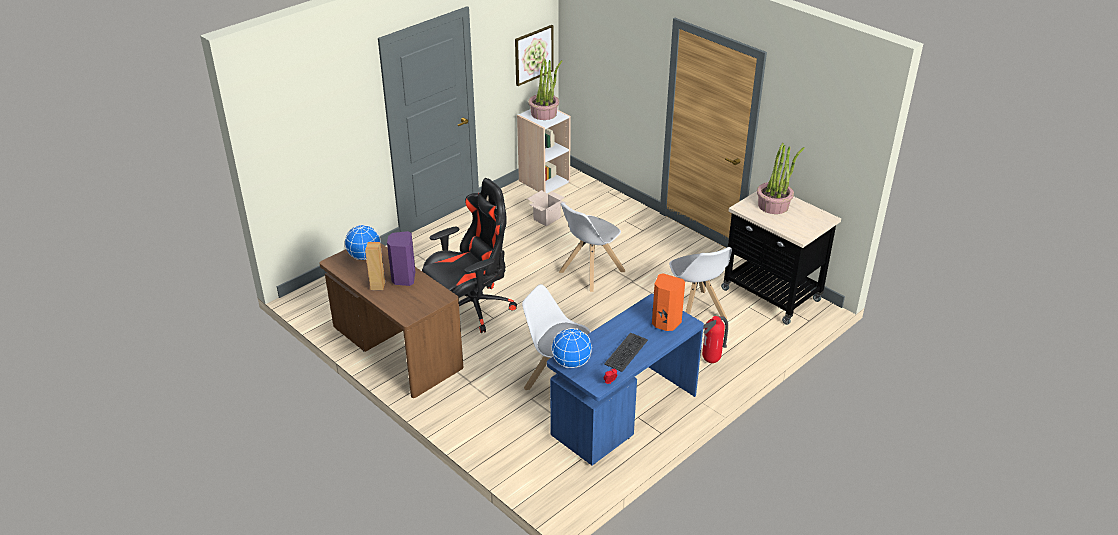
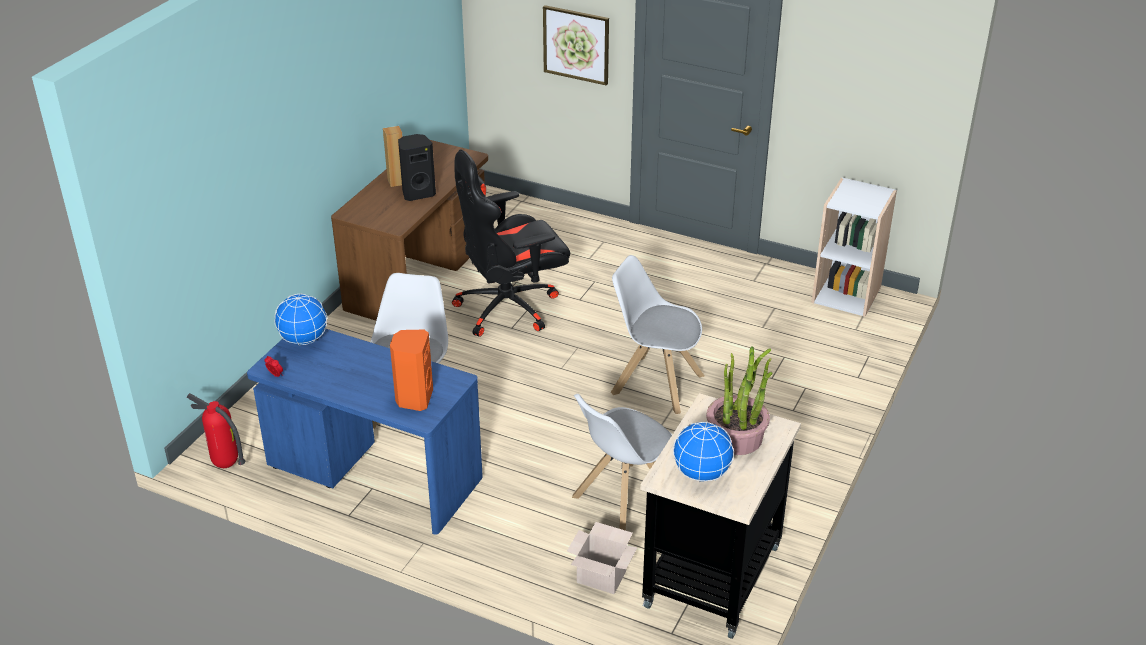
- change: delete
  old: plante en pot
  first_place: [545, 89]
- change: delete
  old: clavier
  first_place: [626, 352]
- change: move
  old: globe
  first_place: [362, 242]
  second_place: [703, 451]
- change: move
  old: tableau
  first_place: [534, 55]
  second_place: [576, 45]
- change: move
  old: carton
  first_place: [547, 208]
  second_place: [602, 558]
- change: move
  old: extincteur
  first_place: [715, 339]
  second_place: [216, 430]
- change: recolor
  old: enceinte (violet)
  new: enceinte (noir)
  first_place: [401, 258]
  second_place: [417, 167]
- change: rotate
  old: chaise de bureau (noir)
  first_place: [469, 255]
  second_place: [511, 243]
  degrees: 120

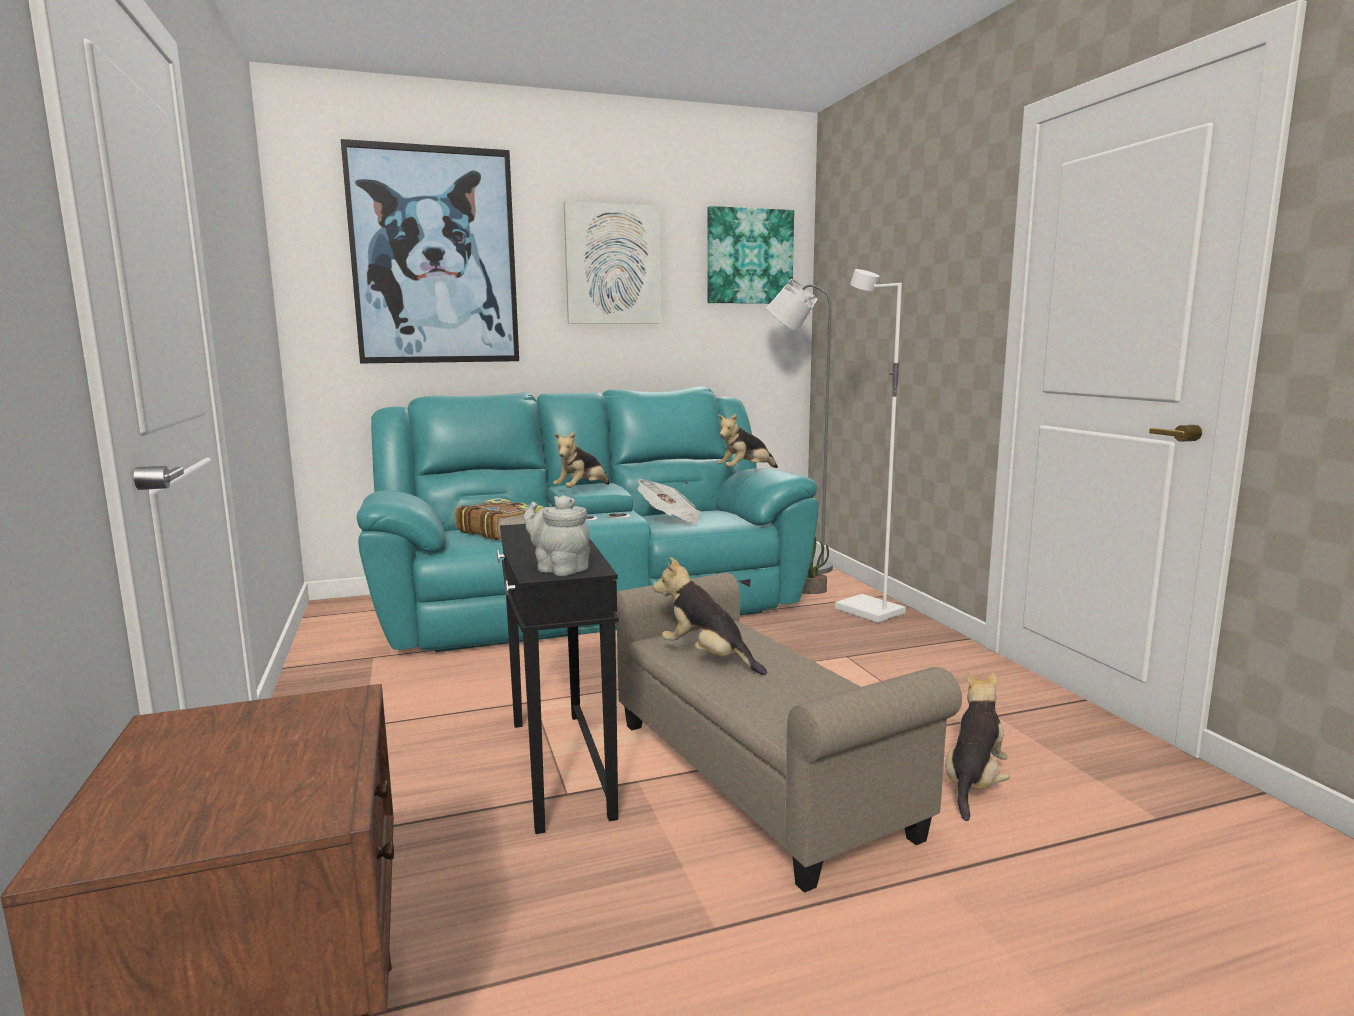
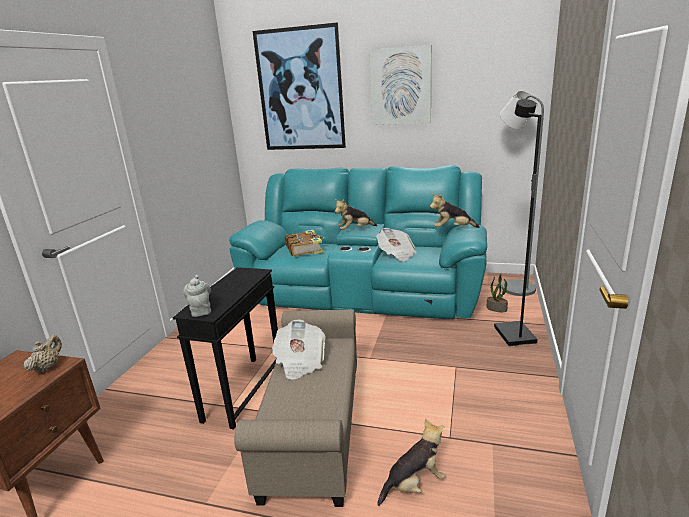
- change: delete
  old: tableau
  first_place: [750, 255]
- change: insert
  new: théière (beige)
  second_place: [43, 354]
- change: replace
  old: peluche
  new: journal
  first_place: [710, 616]
  second_place: [298, 350]
- change: recolor
  old: lampadaire (blanc)
  new: lampadaire (noir)
  first_place: [870, 446]
  second_place: [517, 222]

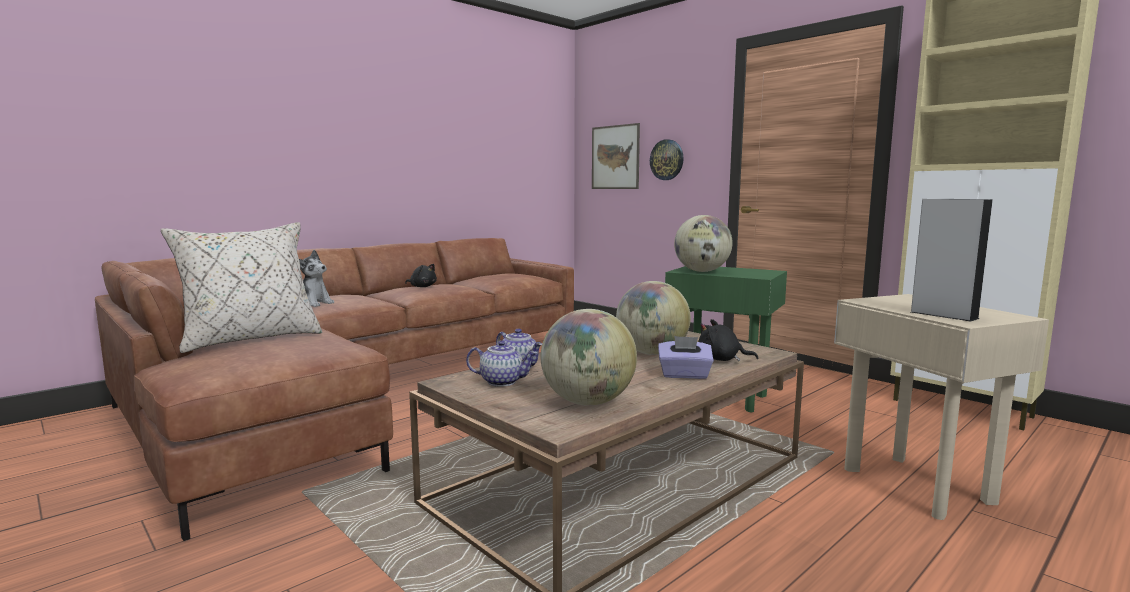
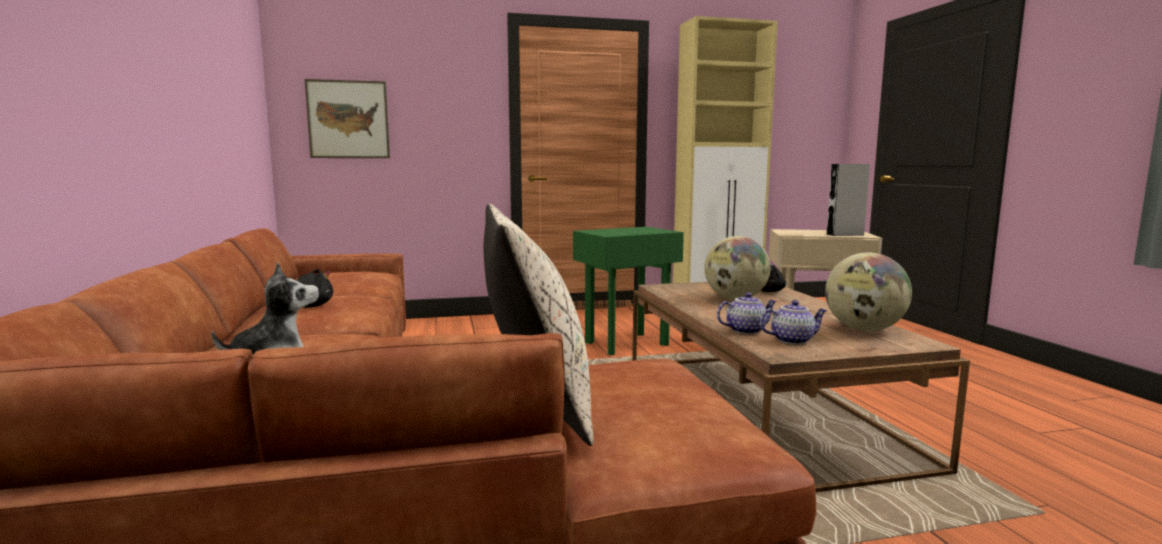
- change: delete
  old: horloge murale
  first_place: [666, 159]
- change: delete
  old: boîte à mouchoirs (violet)
  first_place: [686, 357]
- change: delete
  old: globe
  first_place: [703, 243]
- change: rotate
  old: théière
  first_place: [501, 363]
  second_place: [794, 322]
  degrees: 45

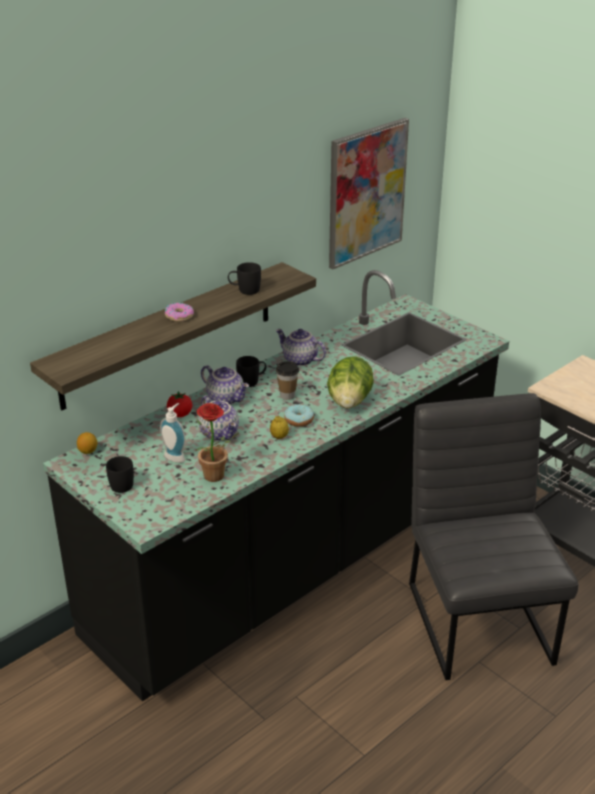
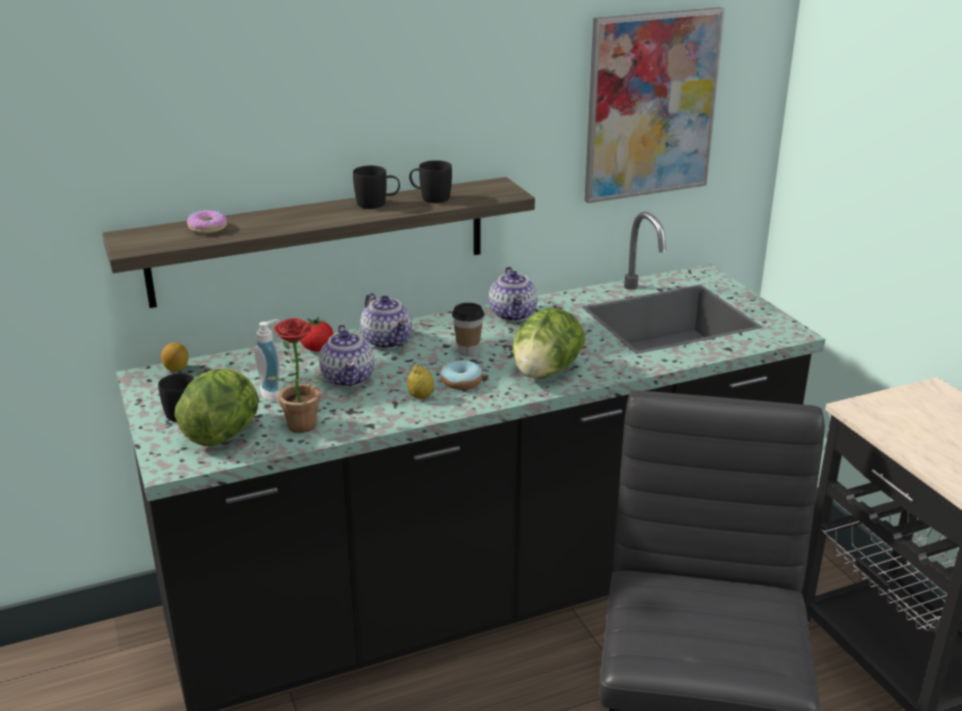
- change: insert
  new: laitue
  second_place: [217, 407]
- change: move
  old: beignet
  first_place: [179, 312]
  second_place: [207, 222]
- change: move
  old: mug (noir)
  first_place: [251, 371]
  second_place: [376, 187]
- change: rotate
  old: théière
  first_place: [301, 347]
  second_place: [513, 294]
  degrees: -150

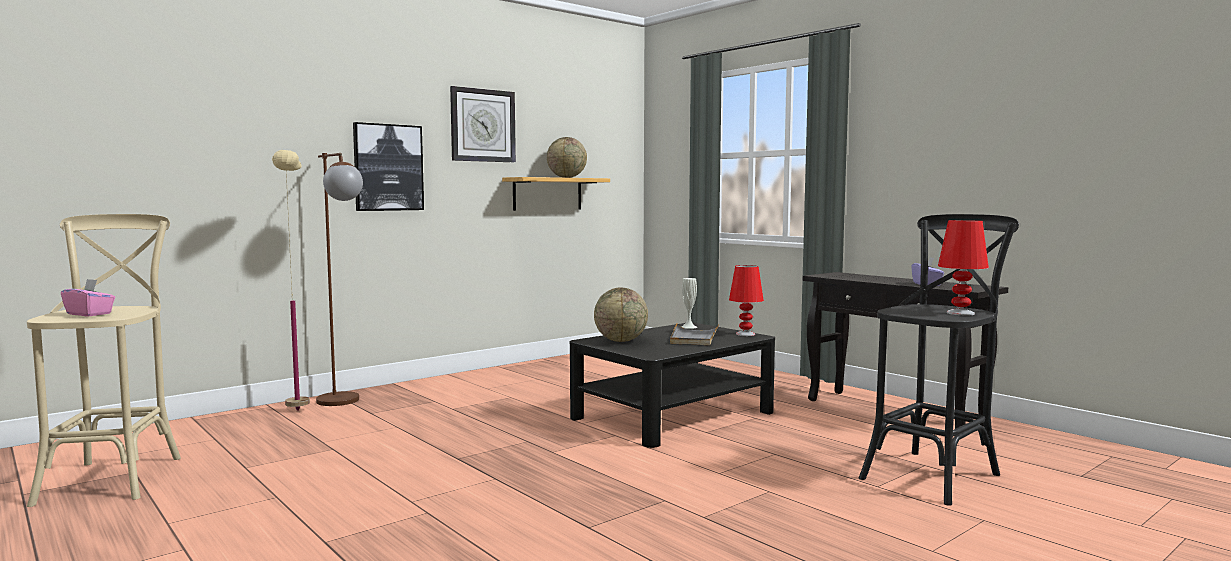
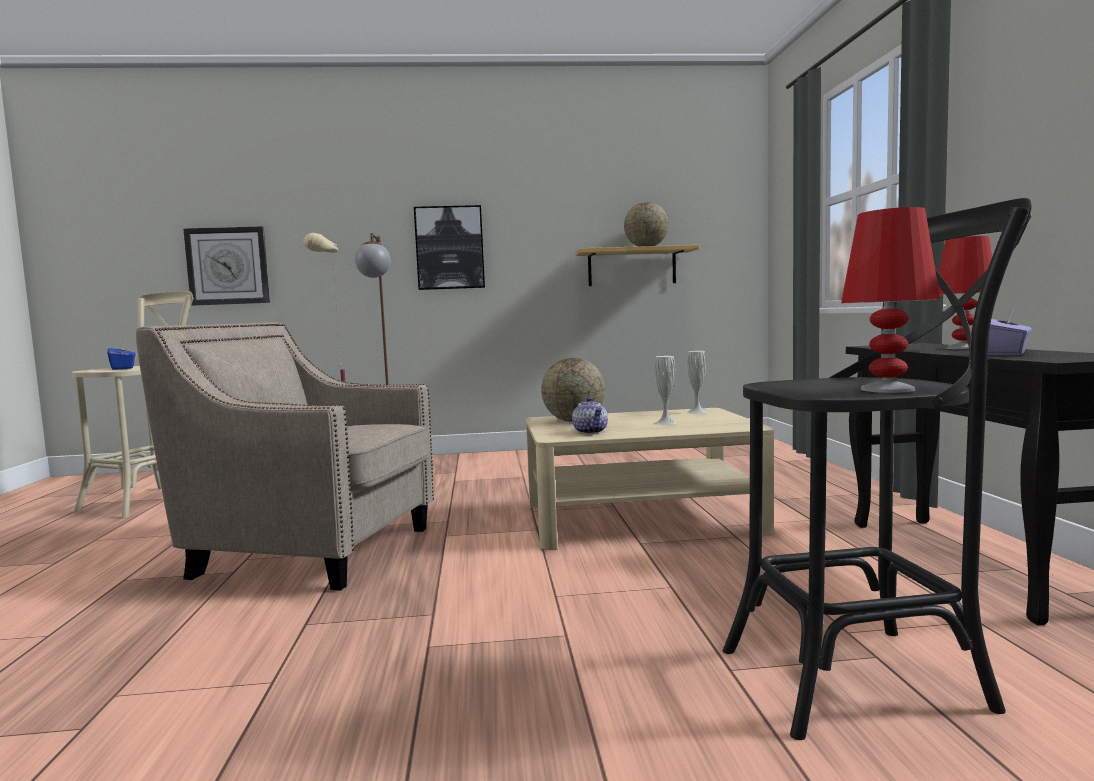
- change: insert
  new: fauteuil (beige)
  second_place: [285, 456]
- change: insert
  new: théière
  second_place: [590, 415]
- change: move
  old: horloge murale
  first_place: [483, 124]
  second_place: [226, 266]
- change: move
  old: lampe de table (rouge)
  first_place: [746, 300]
  second_place: [965, 292]
- change: replace
  old: plateau (gris)
  new: vase (blanc)
  first_place: [694, 334]
  second_place: [666, 390]
- change: recolor
  old: boîte à mouchoirs (rose)
  new: boîte à mouchoirs (bleu)
  first_place: [88, 297]
  second_place: [121, 355]
- change: recolor
  old: table basse (noir)
  new: table basse (beige)
  first_place: [672, 385]
  second_place: [650, 479]

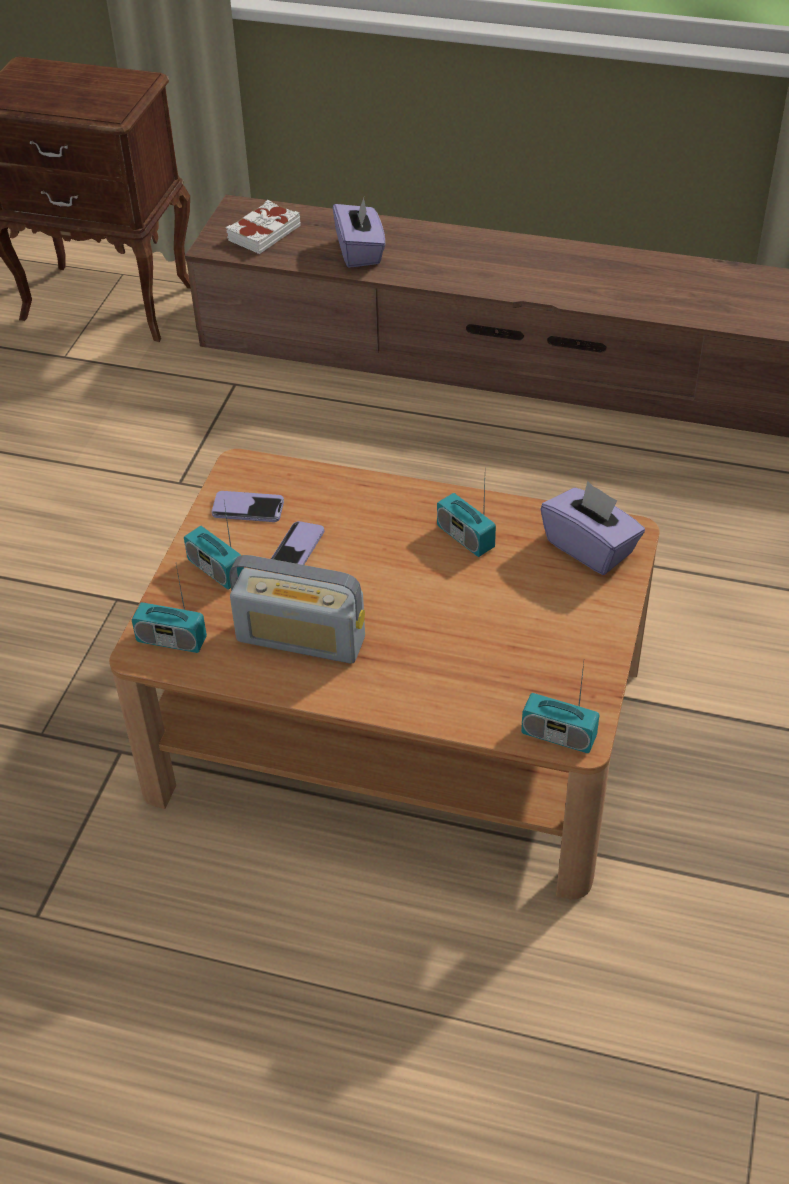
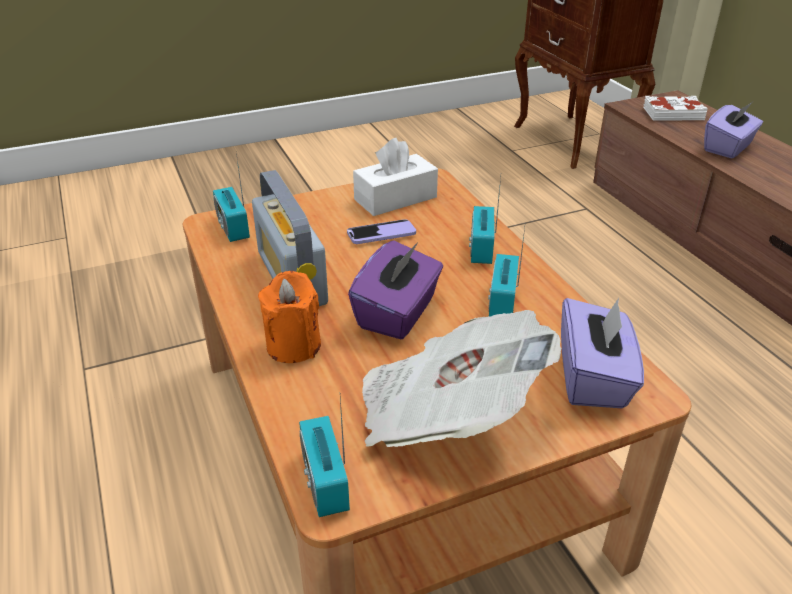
- change: insert
  new: bougie (orange)
  second_place: [289, 317]
- change: insert
  new: boîte à mouchoirs (violet)
  second_place: [395, 289]
- change: insert
  new: journal
  second_place: [461, 378]
- change: move
  old: radio
  first_place: [214, 546]
  second_place: [485, 220]
- change: replace
  old: téléphone
  new: boîte à mouchoirs (blanc)
  first_place: [248, 506]
  second_place: [395, 177]

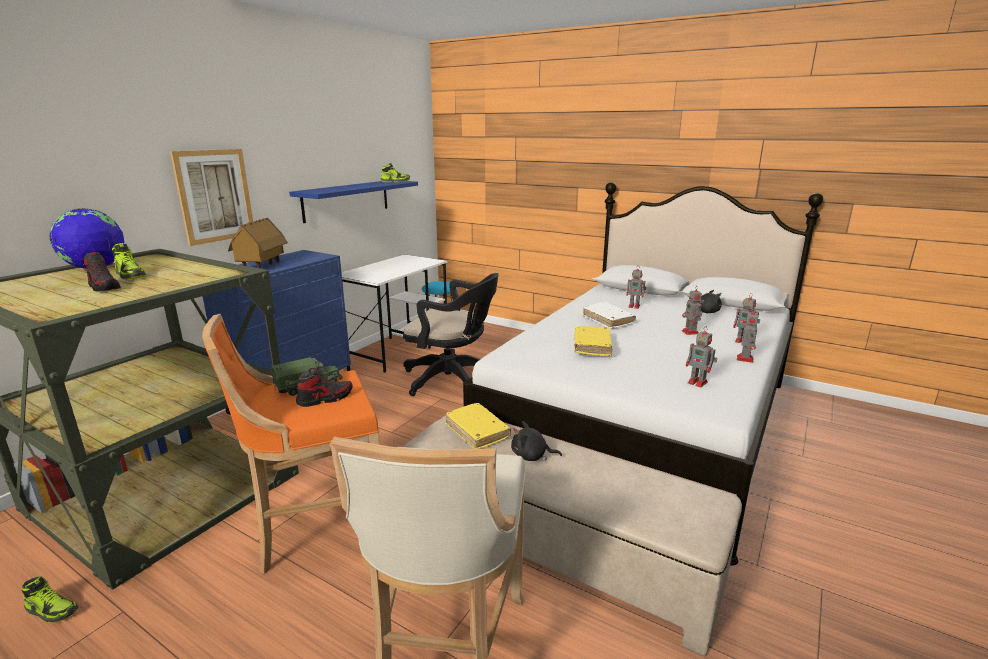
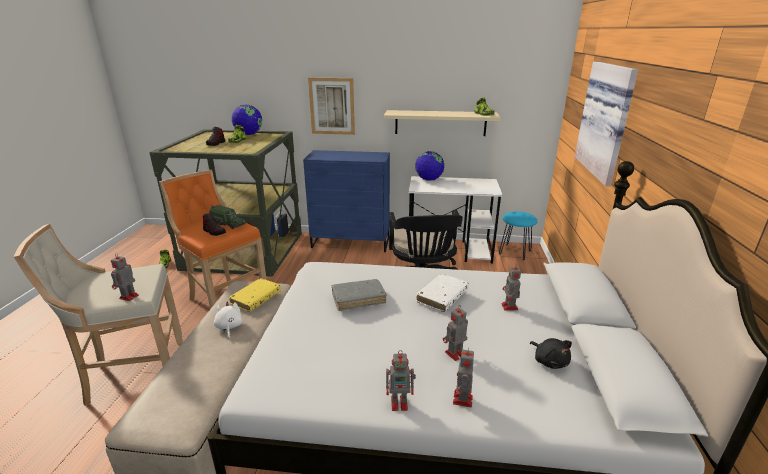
- change: delete
  old: maison miniature
  first_place: [257, 243]
- change: insert
  new: globe
  second_place: [429, 166]
- change: insert
  new: tableau
  second_place: [606, 123]
- change: move
  old: robot jouet
  first_place: [701, 356]
  second_place: [125, 277]
- change: recolor
  old: étagère (bleu)
  new: étagère (beige)
  first_place: [353, 202]
  second_place: [442, 123]
- change: recolor
  old: peluche (noir)
  new: peluche (blanc)
  first_place: [536, 441]
  second_place: [228, 320]
- change: recolor
  old: livre (jaune)
  new: livre (gris)
  first_place: [593, 341]
  second_place: [359, 295]

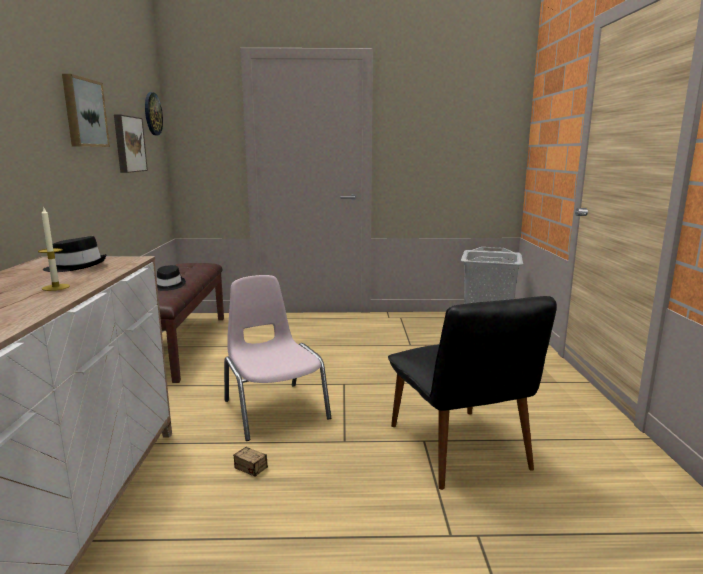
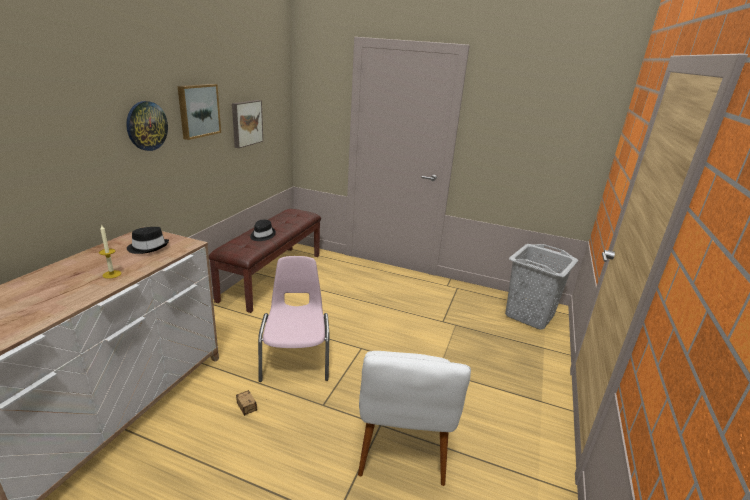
- change: move
  old: horloge murale
  first_place: [154, 113]
  second_place: [147, 126]
- change: recolor
  old: chaise (noir)
  new: chaise (blanc)
  first_place: [472, 393]
  second_place: [414, 418]

